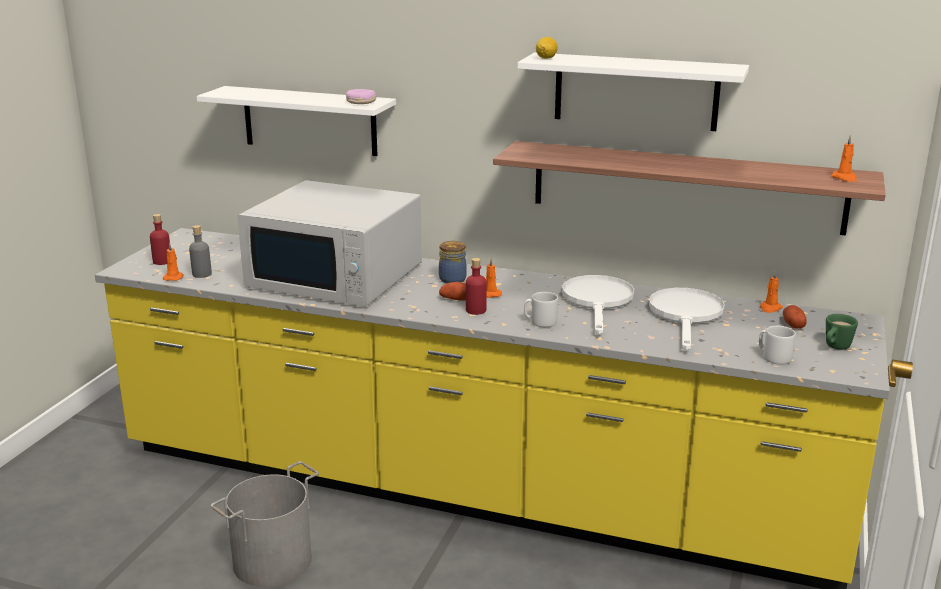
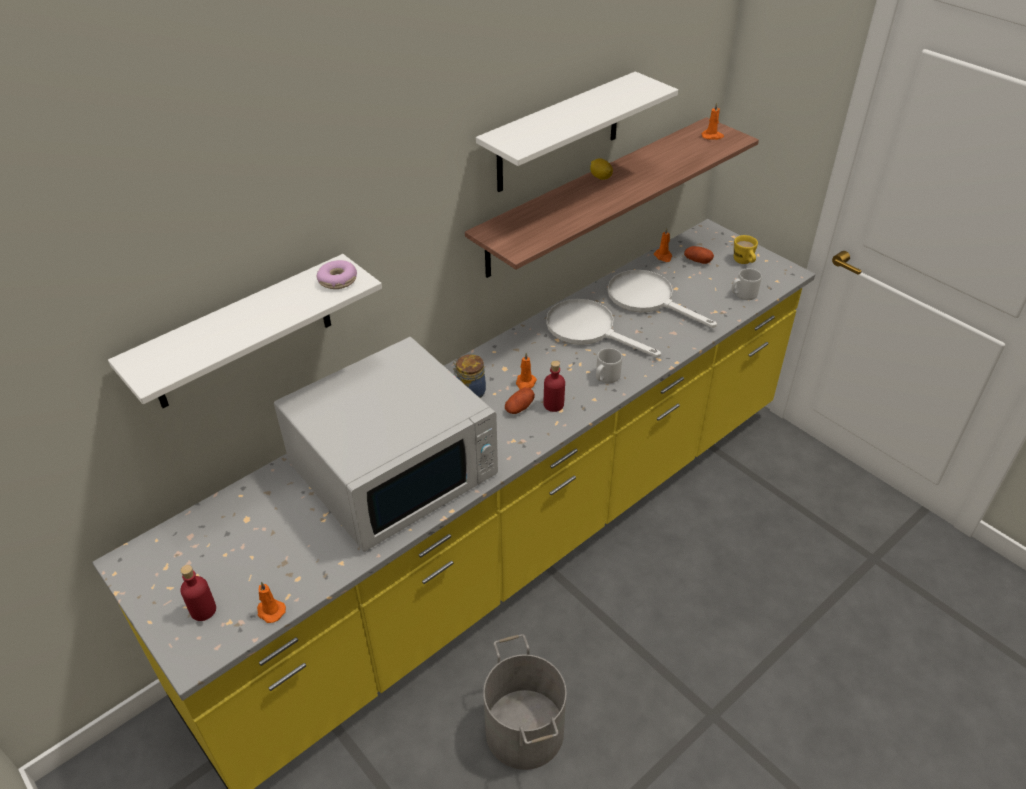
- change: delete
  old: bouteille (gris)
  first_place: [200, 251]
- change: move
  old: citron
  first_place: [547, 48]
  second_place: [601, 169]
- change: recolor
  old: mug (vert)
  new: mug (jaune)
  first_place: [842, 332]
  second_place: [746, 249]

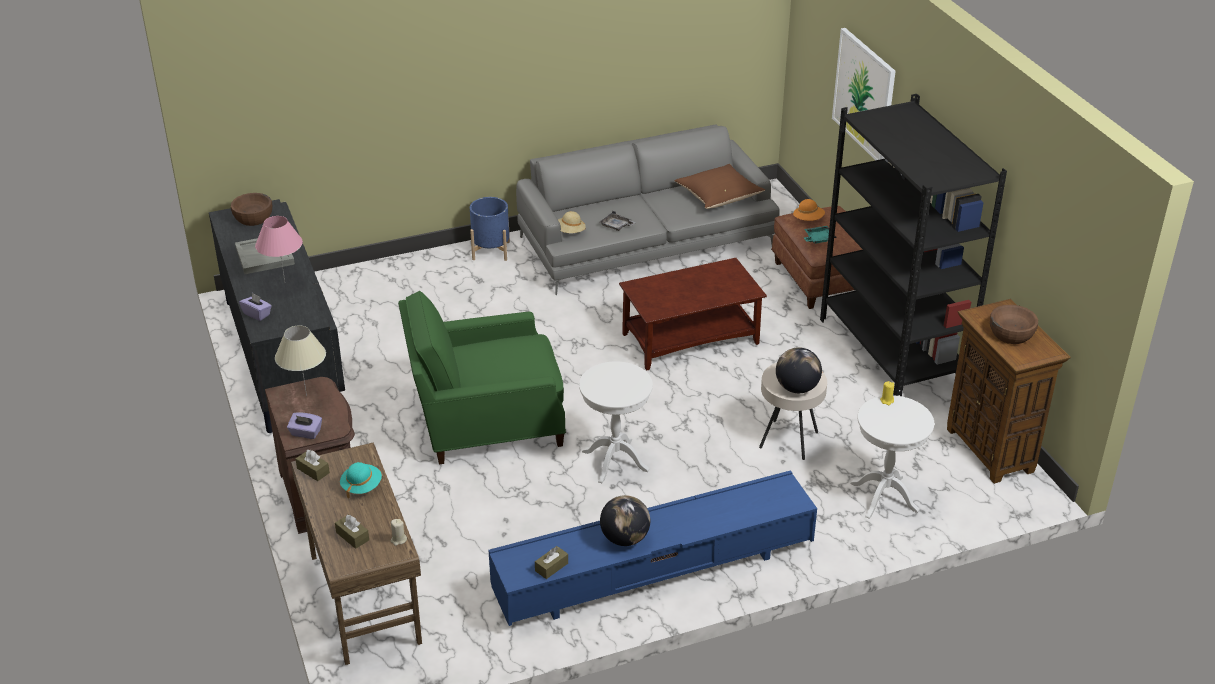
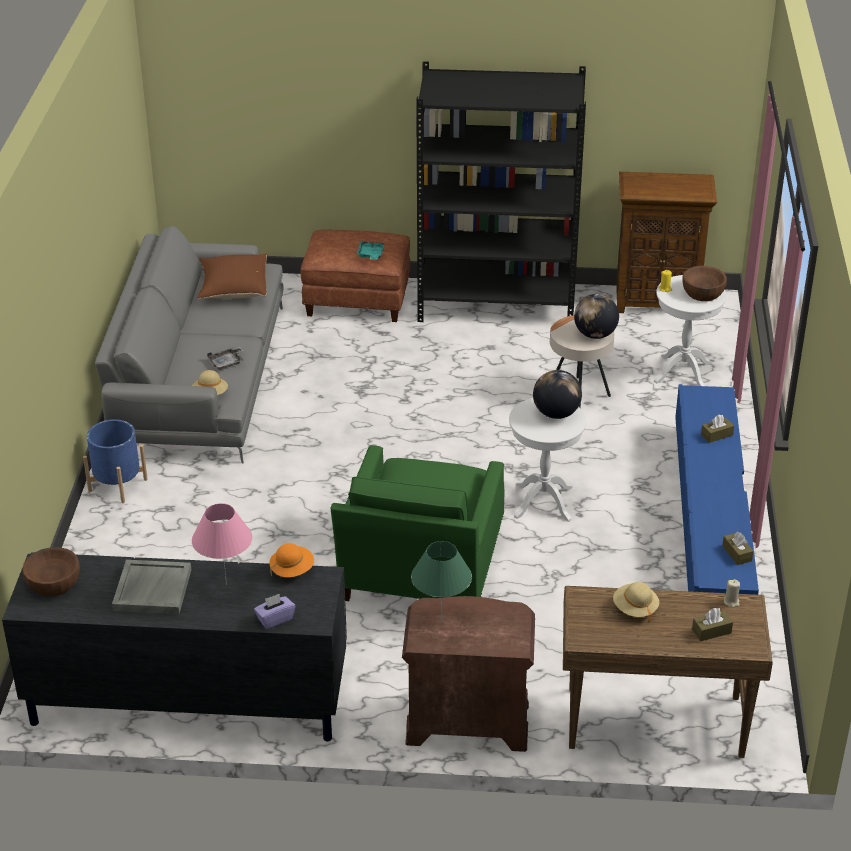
- change: delete
  old: boîte à mouchoirs (violet)
  first_place: [304, 425]
- change: delete
  old: table basse (marron)
  first_place: [693, 314]
- change: delete
  old: tableau
  first_place: [864, 94]
- change: move
  old: boîte à mouchoirs (marron)
  first_place: [312, 465]
  second_place: [717, 428]
- change: move
  old: globe
  first_place: [625, 520]
  second_place: [557, 394]
- change: move
  old: chapeau (orange)
  first_place: [809, 210]
  second_place: [291, 560]
- change: move
  old: bol (marron)
  first_place: [1014, 324]
  second_place: [704, 283]
- change: recolor
  old: lampe de table (beige)
  new: lampe de table (vert)
  first_place: [300, 360]
  second_place: [441, 582]
- change: recolor
  old: chapeau (turquoise)
  new: chapeau (beige)
  first_place: [361, 480]
  second_place: [636, 602]

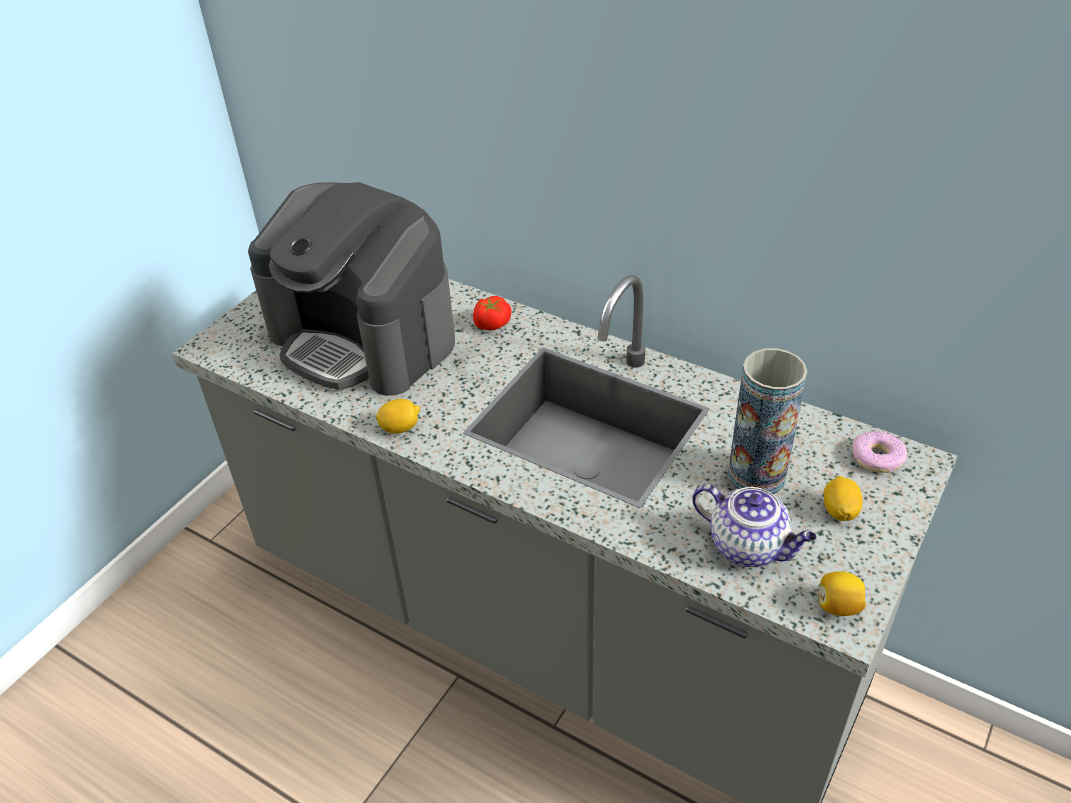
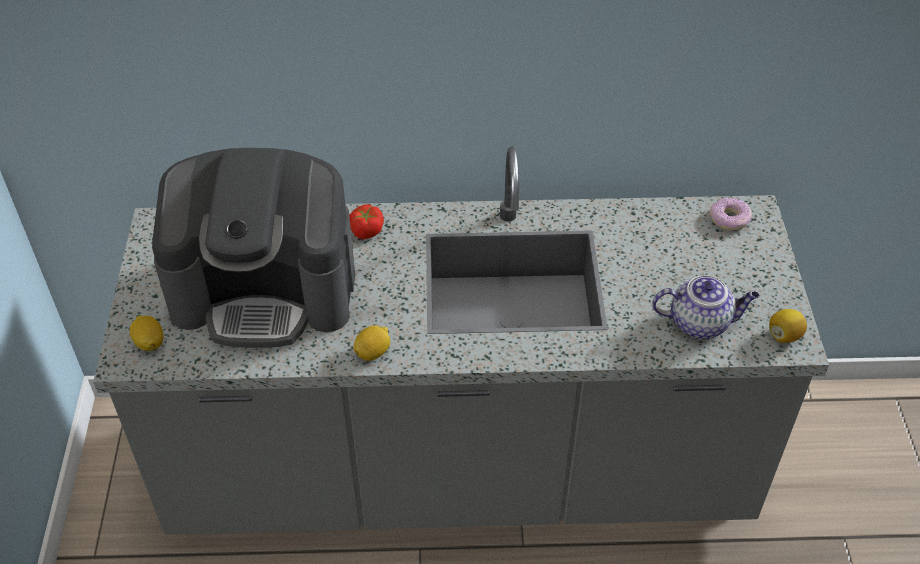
- change: delete
  old: vase
  first_place: [767, 421]
- change: move
  old: citron
  first_place: [843, 498]
  second_place: [147, 333]

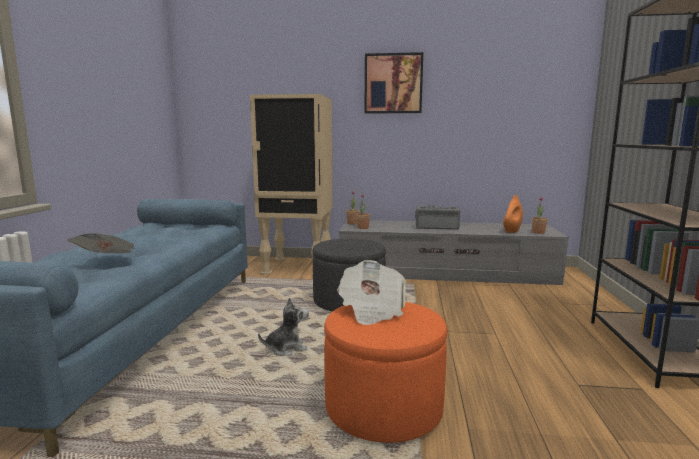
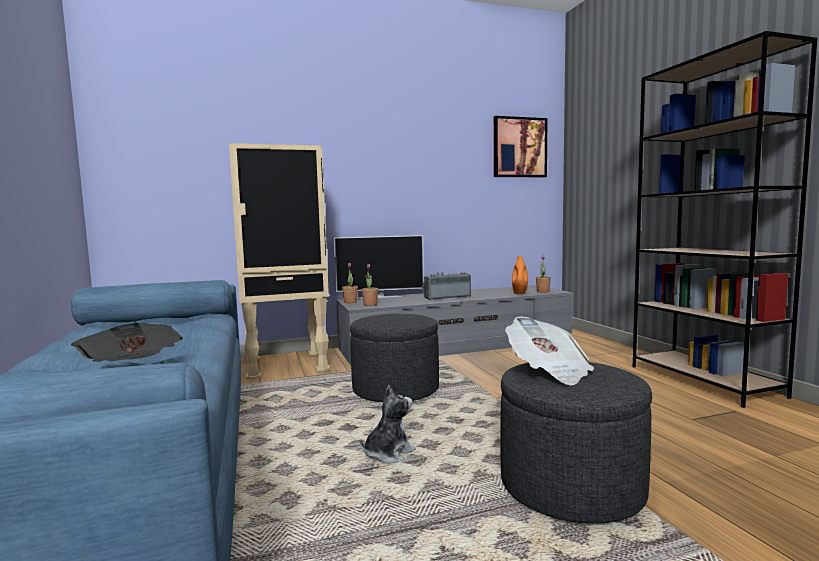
- change: insert
  new: téléviseur
  second_place: [379, 266]
- change: move
  old: tableau
  first_place: [393, 83]
  second_place: [520, 146]
- change: recolor
  old: pouf (orange)
  new: pouf (gris)
  first_place: [385, 372]
  second_place: [576, 443]

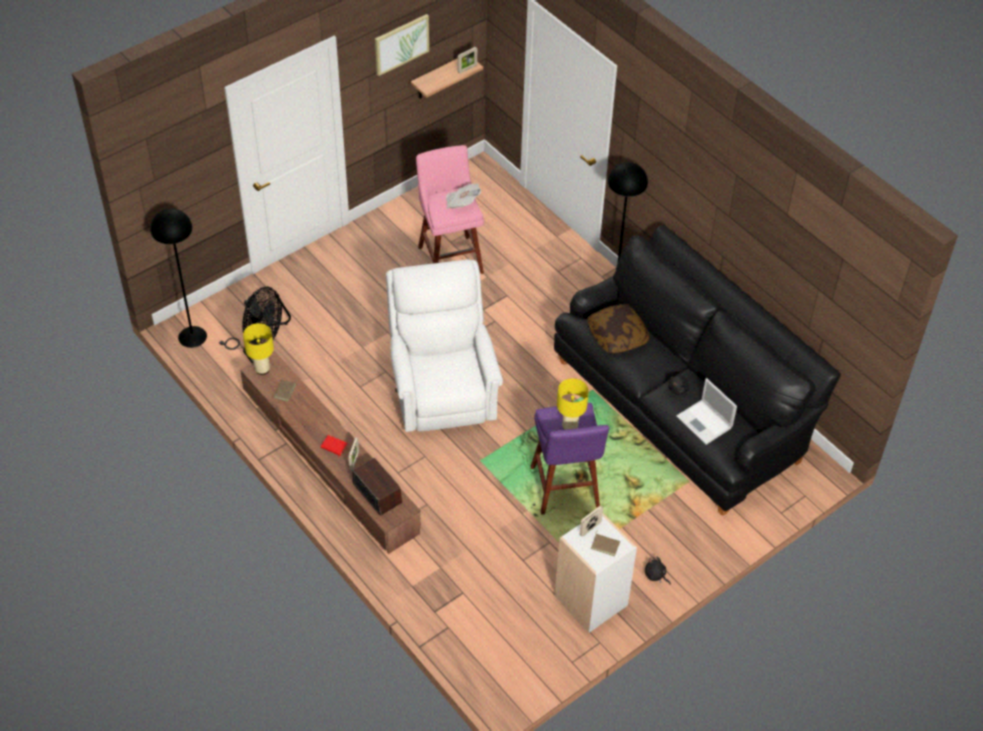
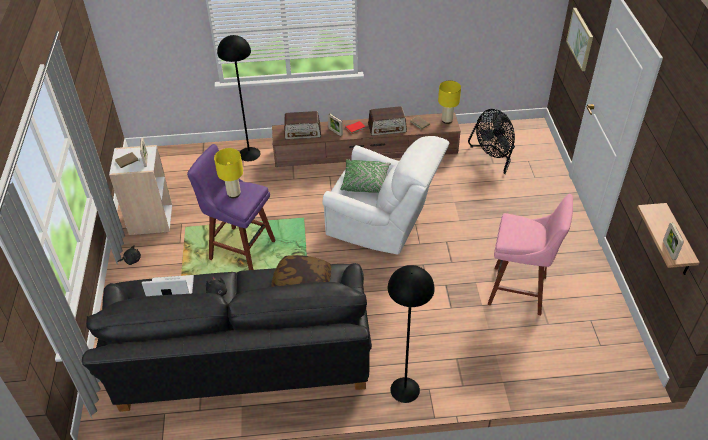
- change: delete
  old: journal
  first_place: [463, 196]
- change: insert
  new: coussin (vert)
  second_place: [366, 176]
- change: insert
  new: radio
  second_place: [387, 121]
- change: move
  old: lampadaire (noir)
  first_place: [178, 278]
  second_place: [239, 98]
- change: move
  old: tableau
  first_place: [402, 45]
  second_place: [579, 39]

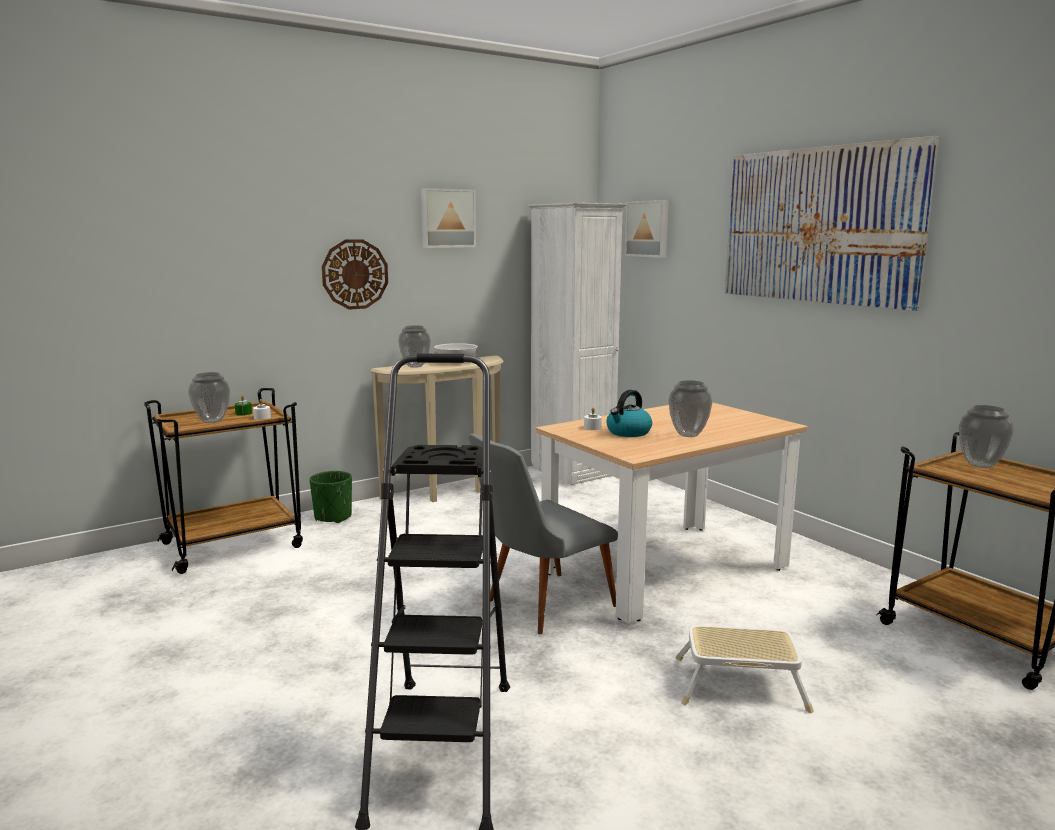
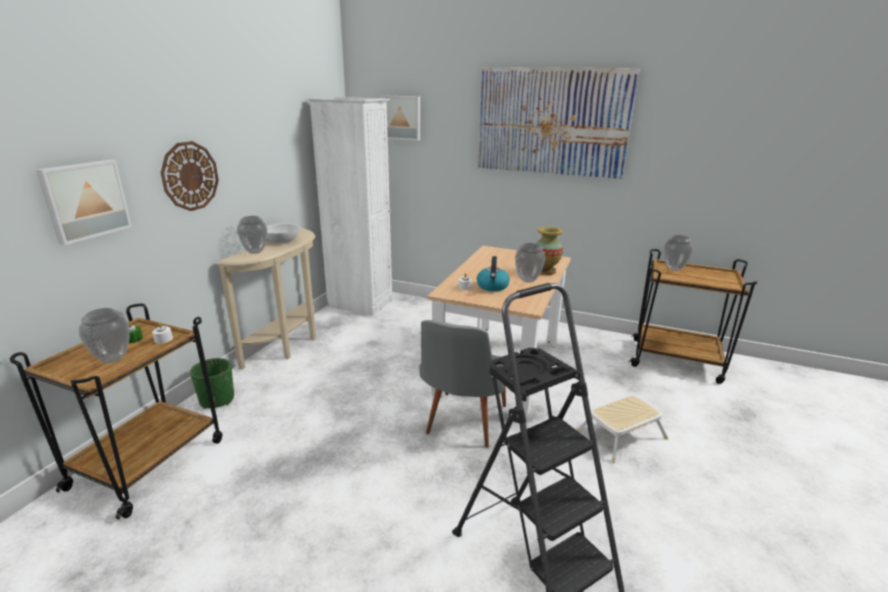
- change: insert
  new: vase
  second_place: [549, 251]
- change: move
  old: tableau
  first_place: [448, 218]
  second_place: [84, 202]

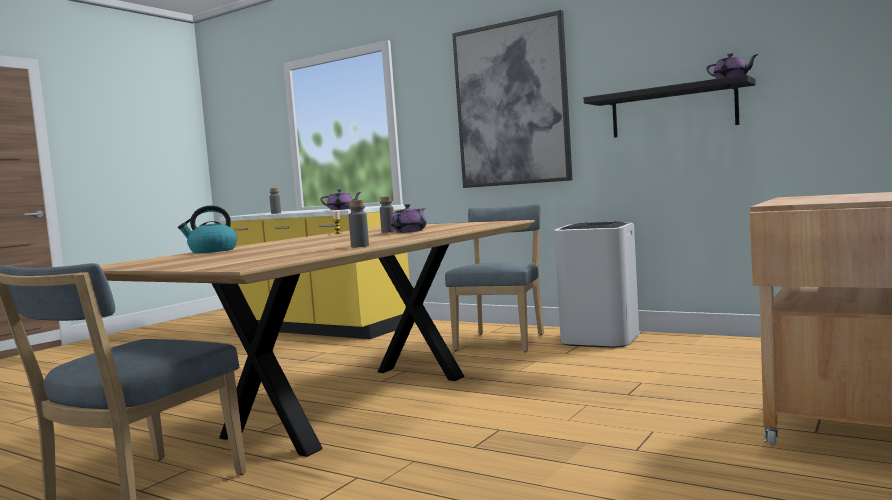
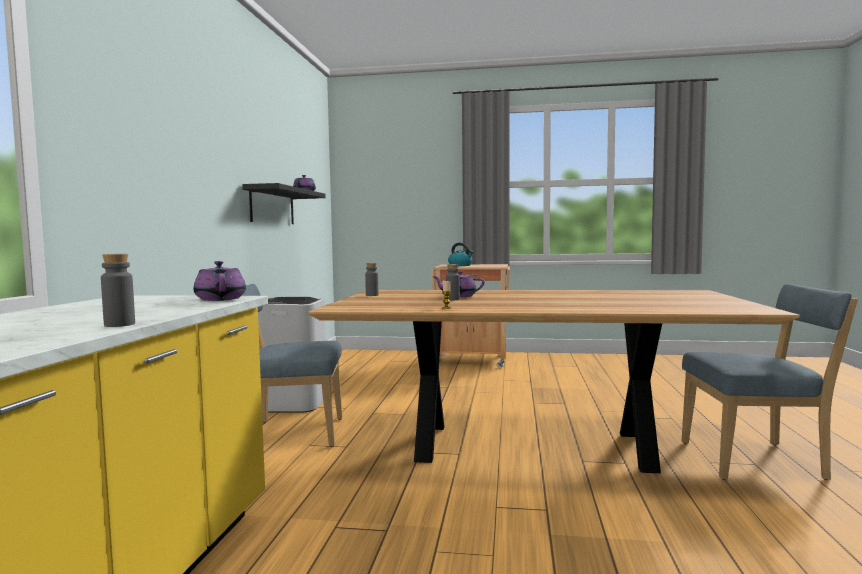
- change: delete
  old: tableau
  first_place: [512, 99]
- change: move
  old: bouilloire
  first_place: [207, 229]
  second_place: [460, 254]
- change: move
  old: bouteille (gris)
  first_place: [359, 223]
  second_place: [371, 279]

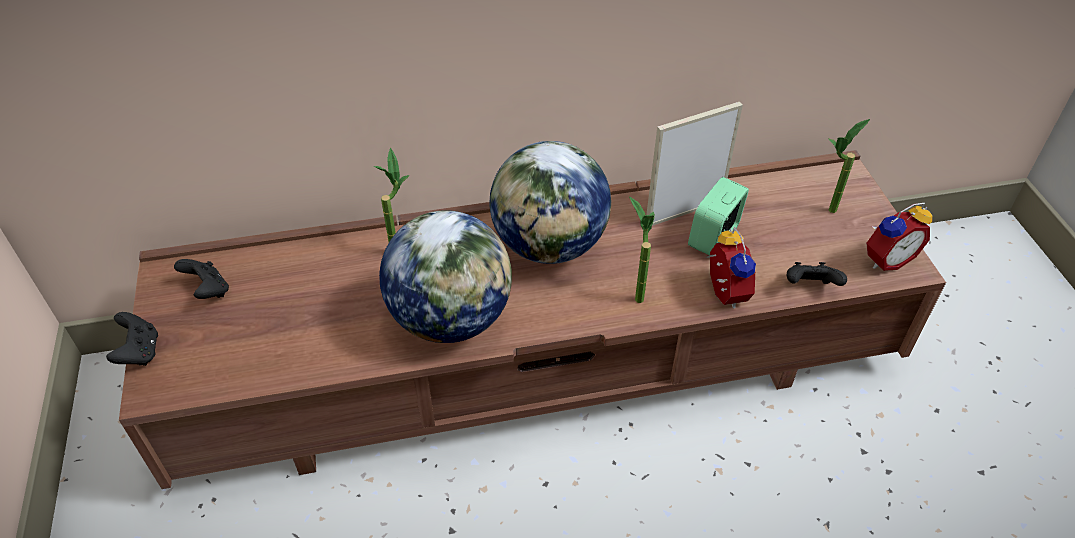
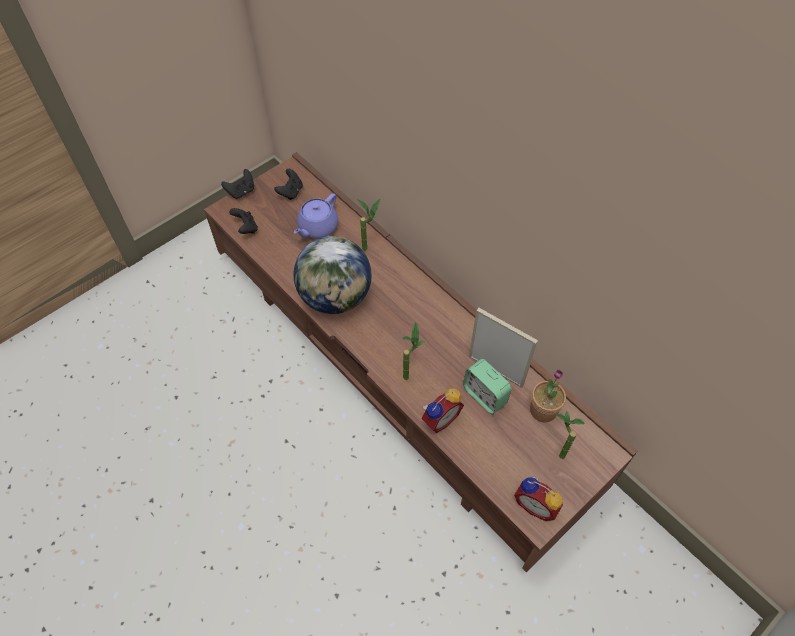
- change: delete
  old: globe
  first_place: [550, 202]
- change: insert
  new: théière (violet)
  second_place: [316, 215]
- change: insert
  new: plante en pot
  second_place: [548, 395]
- change: move
  old: manette (noir)
  first_place: [817, 274]
  second_place: [244, 221]
- change: rotate
  old: réveil
  first_place: [718, 216]
  second_place: [487, 386]
  degrees: -135

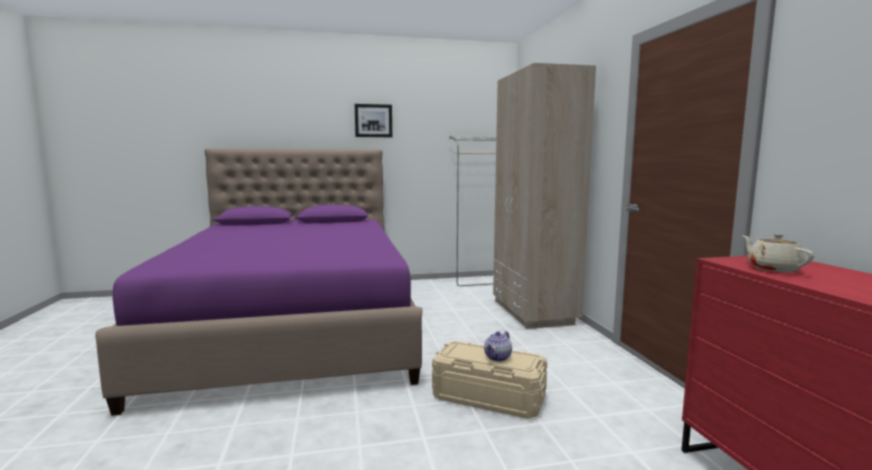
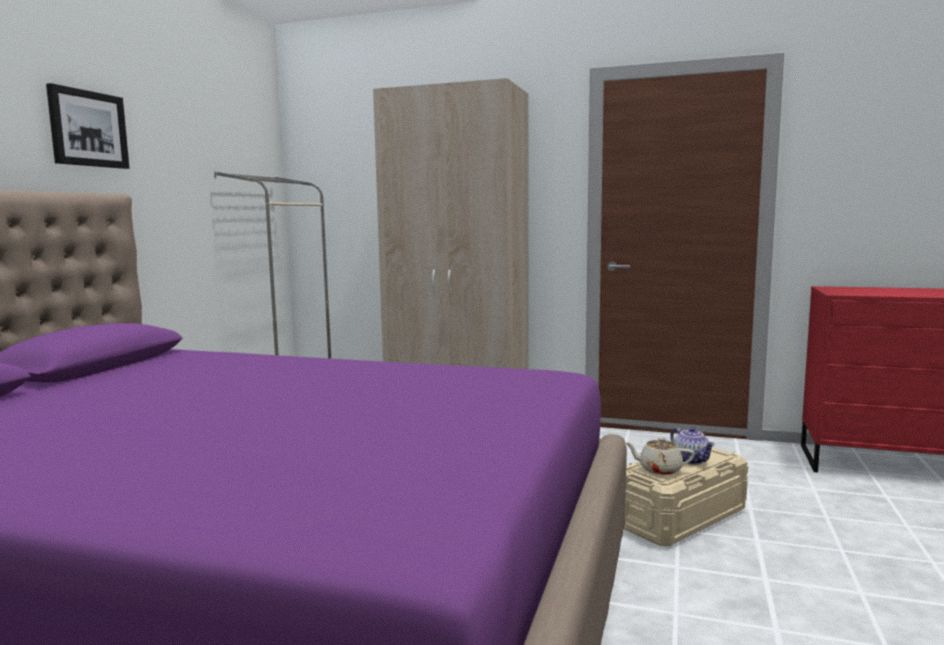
- change: move
  old: théière (beige)
  first_place: [778, 253]
  second_place: [660, 456]

